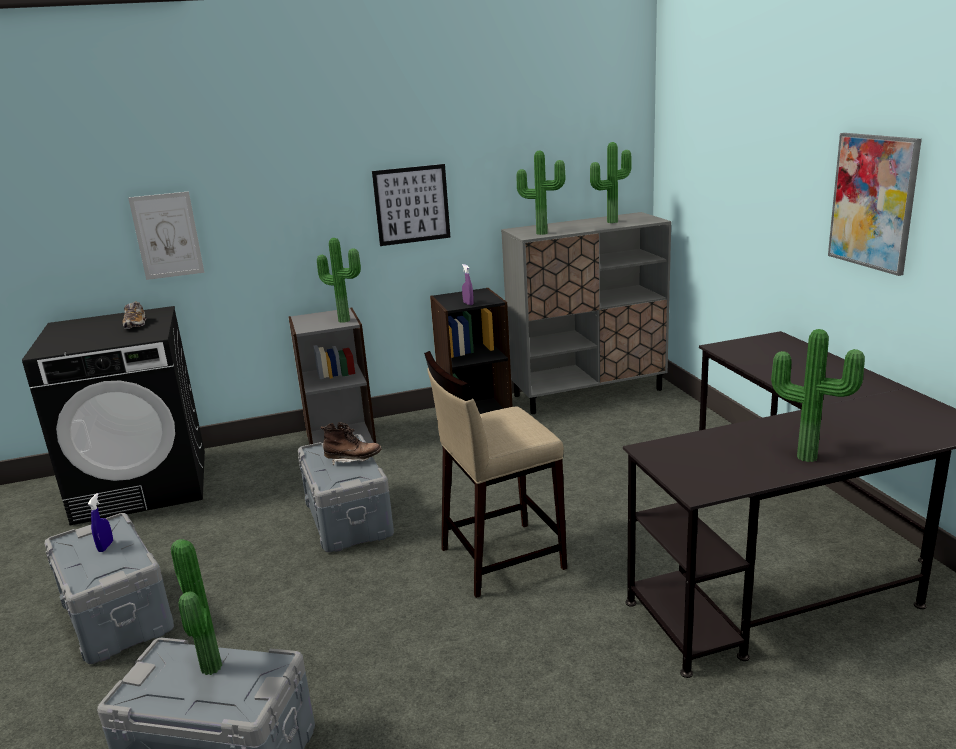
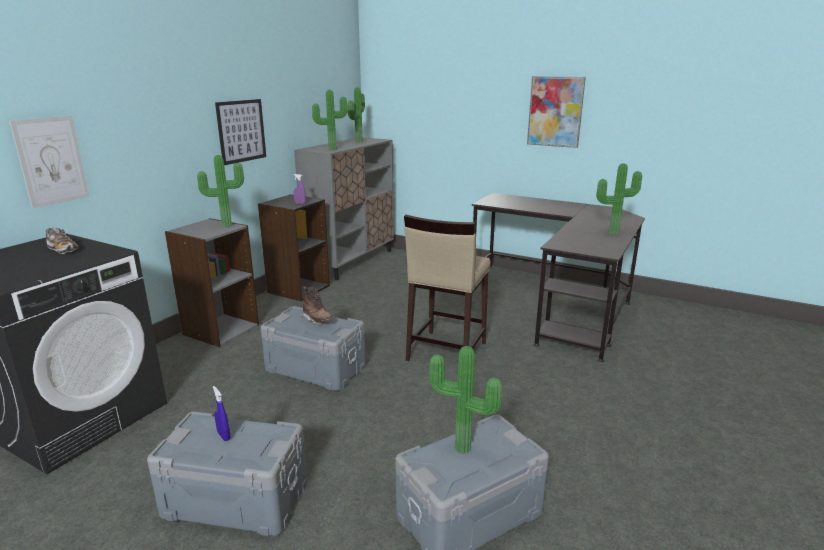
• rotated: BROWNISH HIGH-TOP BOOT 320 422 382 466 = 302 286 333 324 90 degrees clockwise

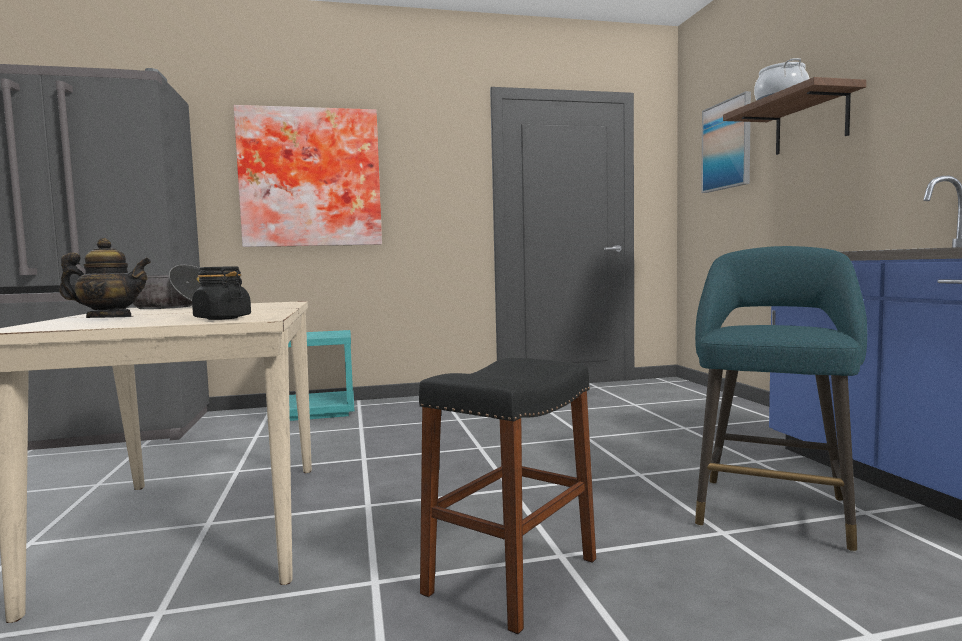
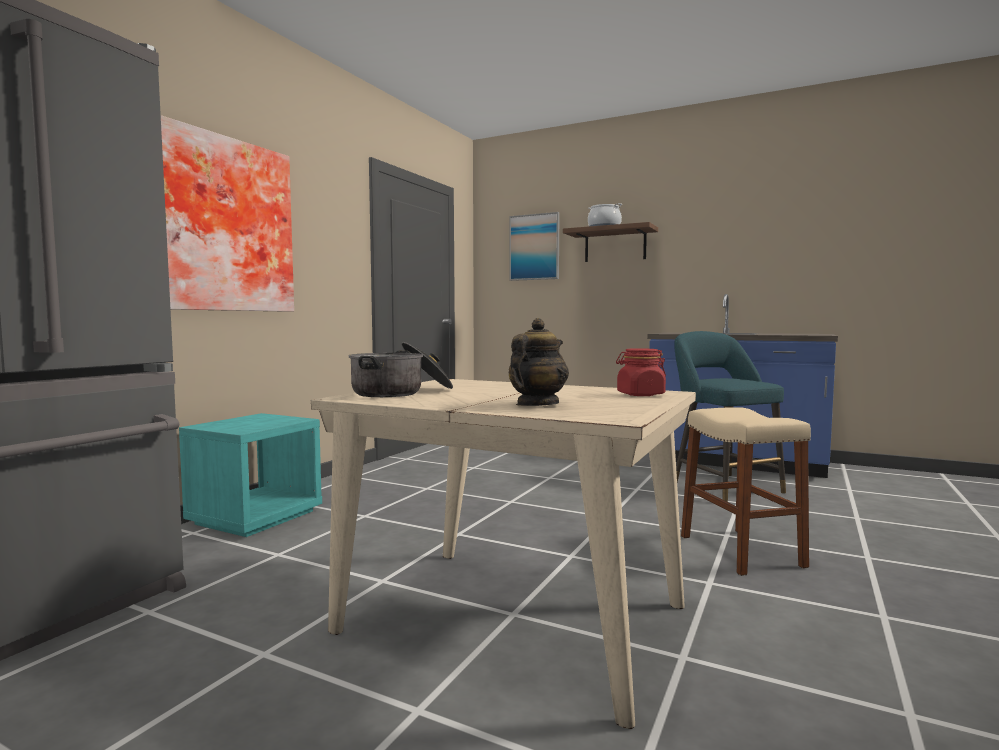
• repainted: BLACK-COLOURED PRESERVE JAR 192 266 251 320 to RED PRESERVE JAR 616 348 666 396
• repainted: BLACK-COLOURED SITTING STOOL 419 357 596 634 to BEIGE-COLOURED SITTING STOOL 681 407 811 576

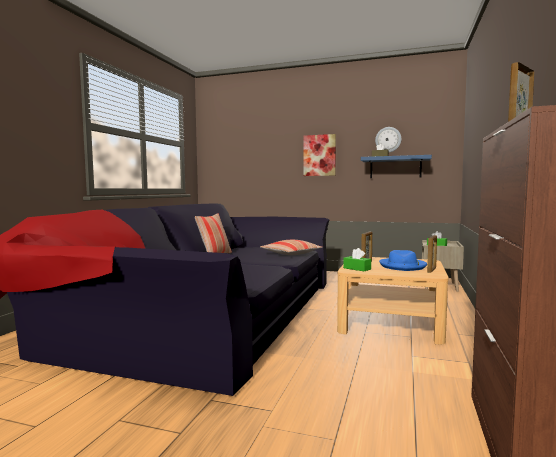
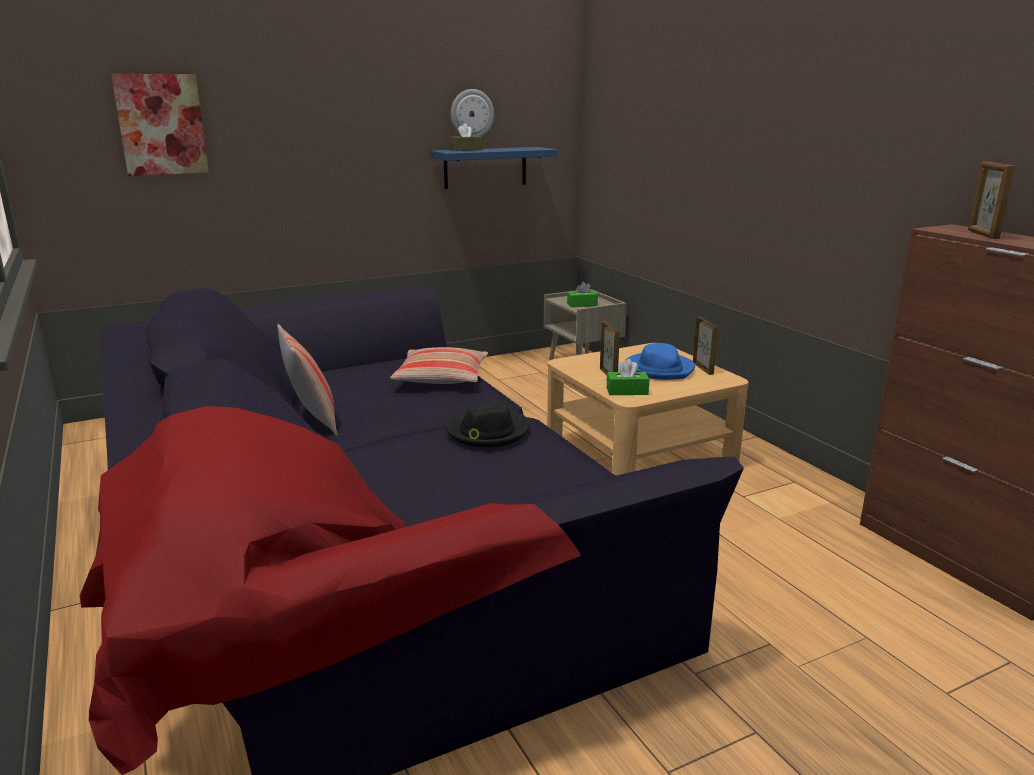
• shifted: WALL ART 303 134 336 176 to 111 74 209 176
• new: BLACK-COLOURED WEARABLE HAT 445 400 529 447

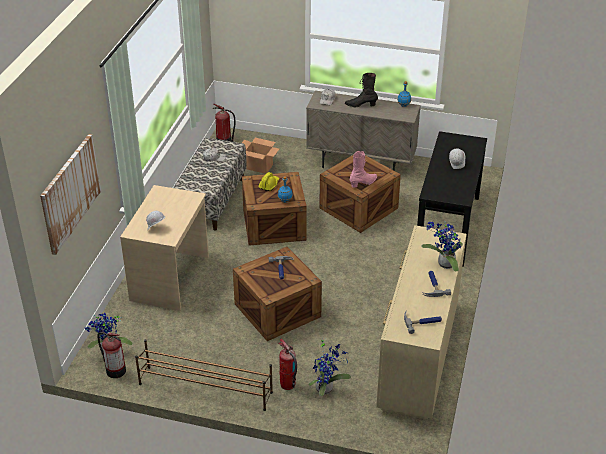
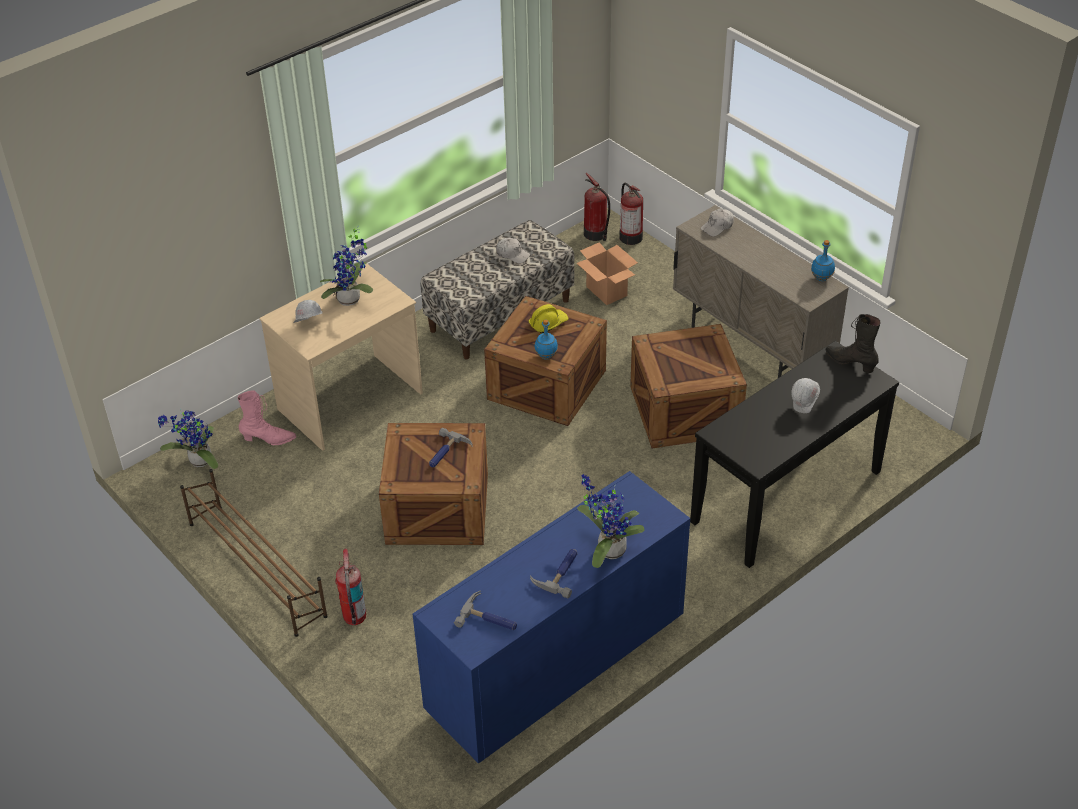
• shifted: PINK-COLOURED HIGH-TOP BOOT 350 151 377 188 to 238 390 296 445
• shifted: POTTED PLANT 309 337 351 396 to 320 226 373 306
• repainted: BEIGE-COLOURED CHEST OF DRAWERS 376 225 467 419 to BLUISH CHEST OF DRAWERS 413 471 690 764
• shifted: FIRE-FIGHTING CYLINDER 98 332 126 378 to 619 182 643 245
• shifted: BLACK-COLOURED HIGH-TOP BOOT 345 73 378 107 to 825 314 881 373
• gone: WALL ART 40 134 101 255

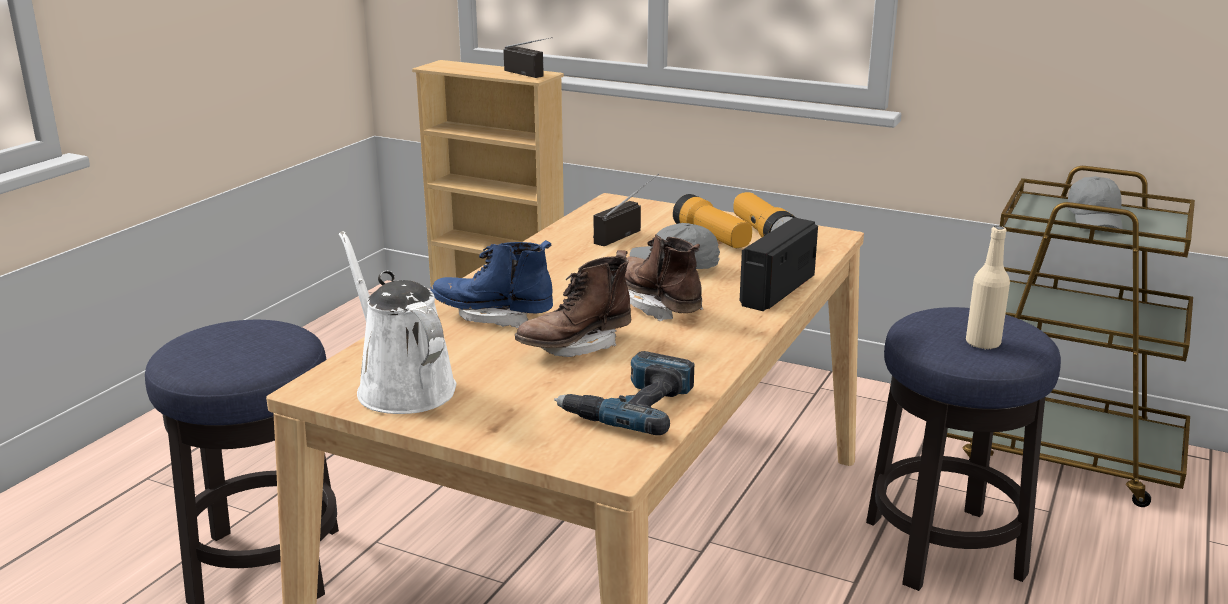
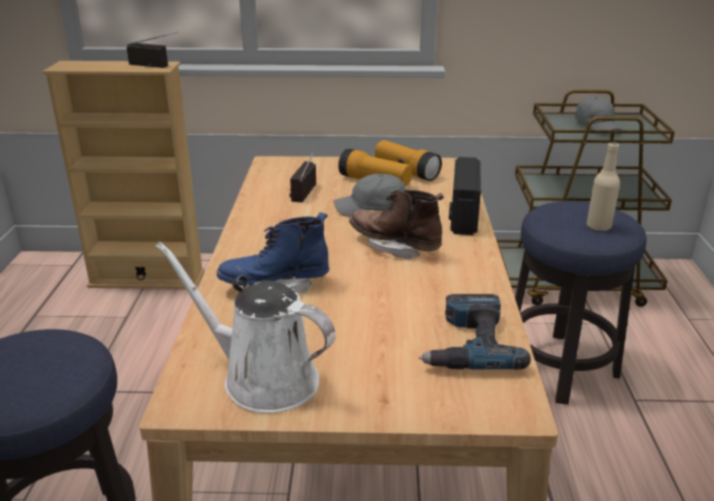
• gone: BROWNISH HIGH-TOP BOOT 515 250 631 357

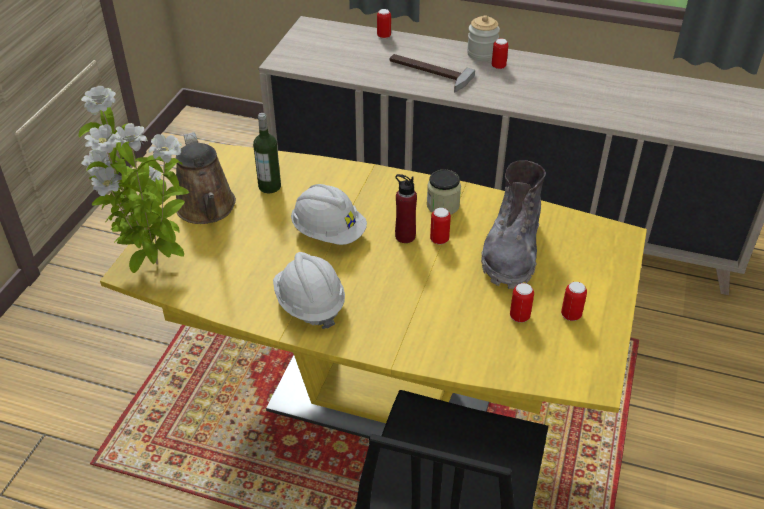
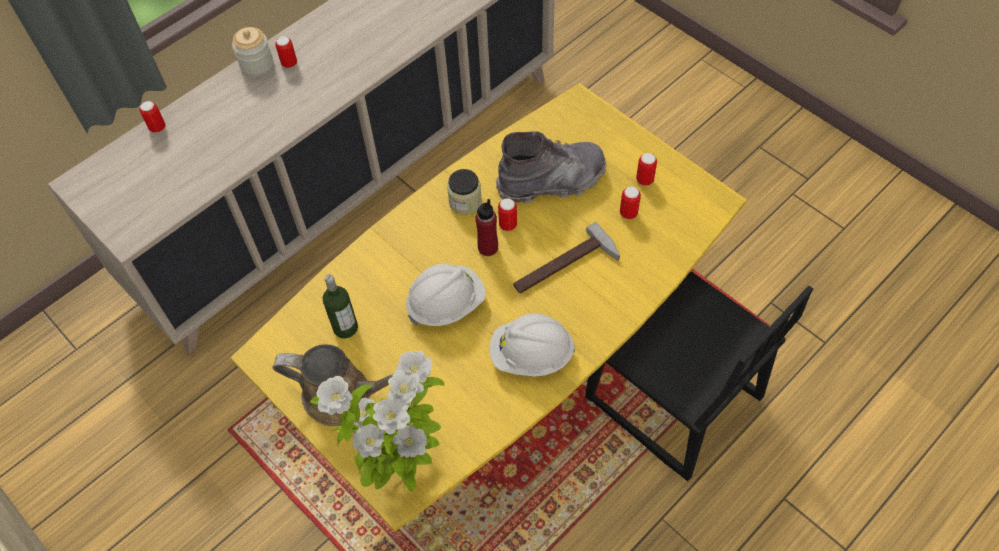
• rotated: GRAY HIGH-TOP BOOT 481 160 546 289 = 496 131 607 204 60 degrees counterclockwise
• shifted: HAND HAMMER 389 54 475 92 to 513 222 620 293

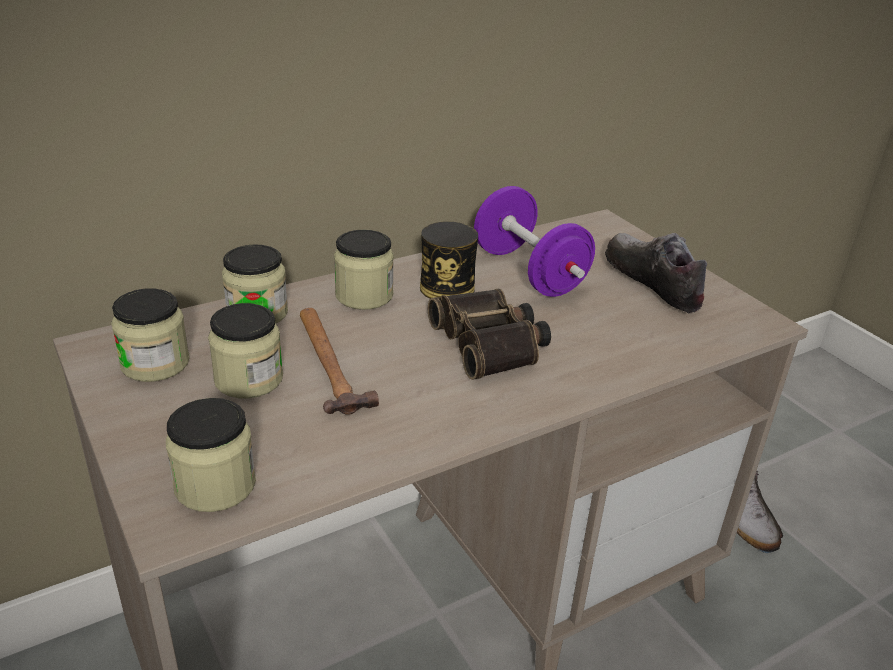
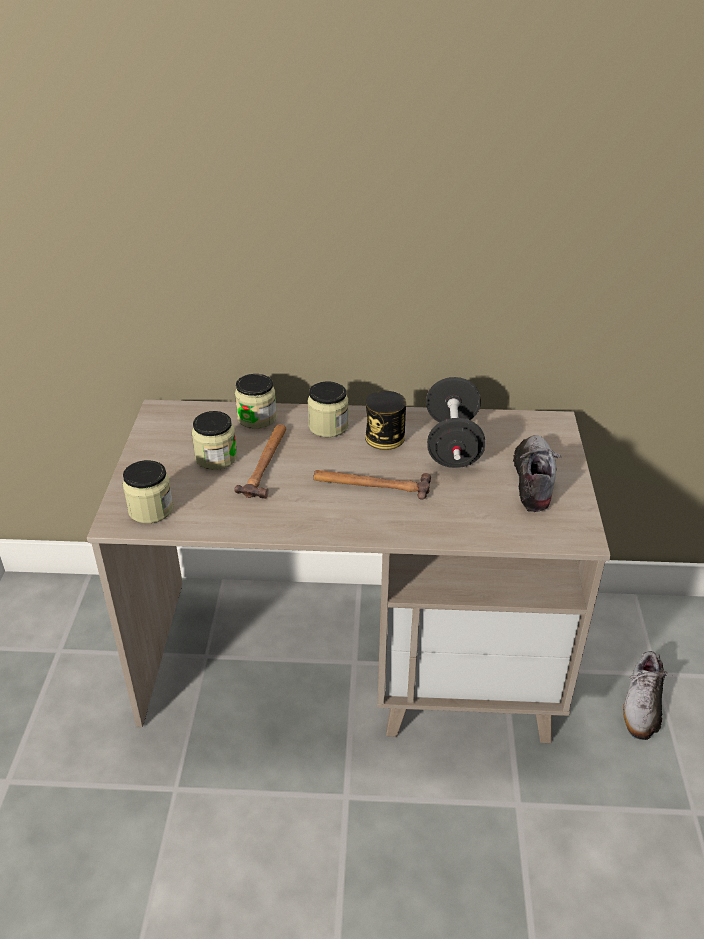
• swapped: FIELD GLASSES 428 289 551 380 to HAND HAMMER 313 470 431 500
• repainted: PURPLE-COLOURED HAND WEIGHT 474 186 595 297 to BLACK-COLOURED HAND WEIGHT 426 377 485 468
• gone: PRESERVE JAR 111 288 190 382

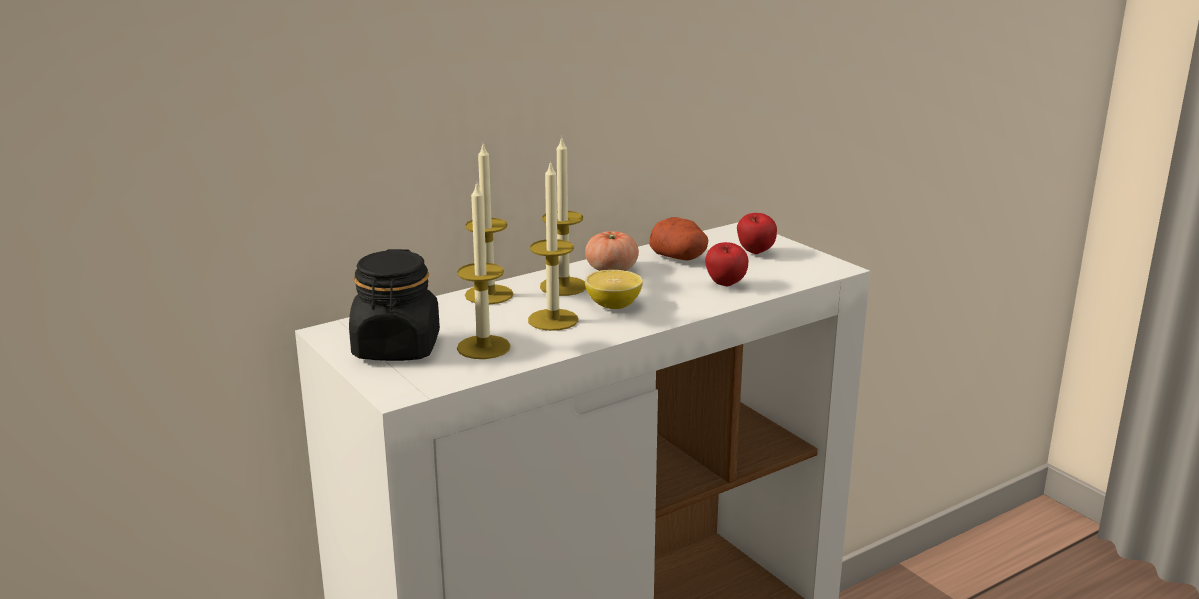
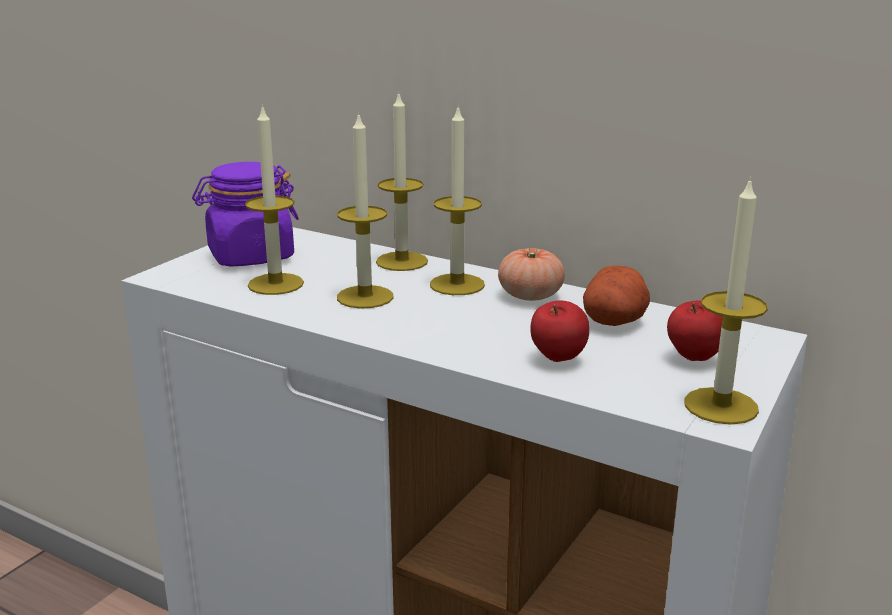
• repainted: BLACK-COLOURED PRESERVE JAR 349 249 440 361 to PURPLE-COLOURED PRESERVE JAR 192 162 299 267
• new: WAX LIGHT 684 177 768 425
• gone: LEMON 585 270 643 309

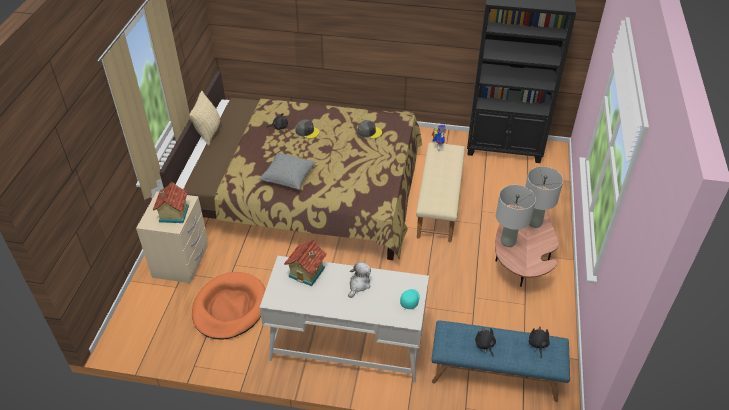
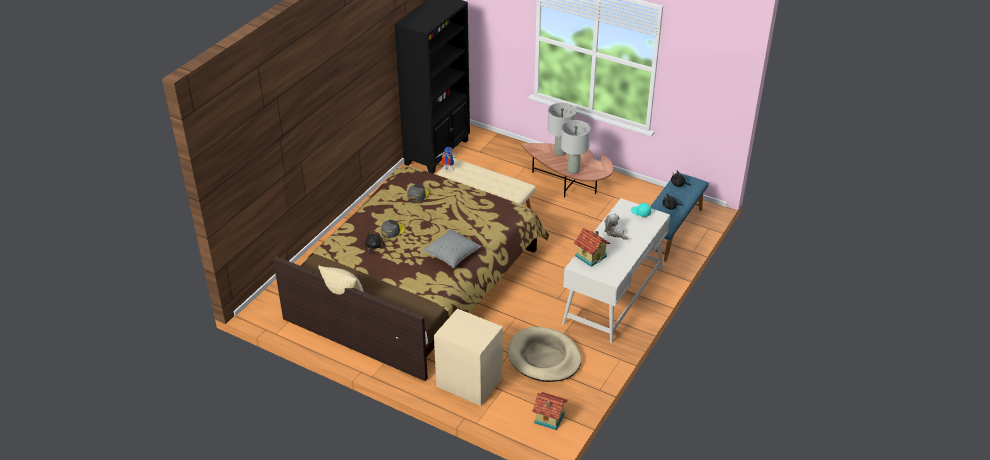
• repainted: ORANGE DOG BED 192 272 266 340 to BEIGE-COLOURED DOG BED 507 327 582 382
• shifted: MODEL HOUSE 153 181 189 223 to 532 392 568 430

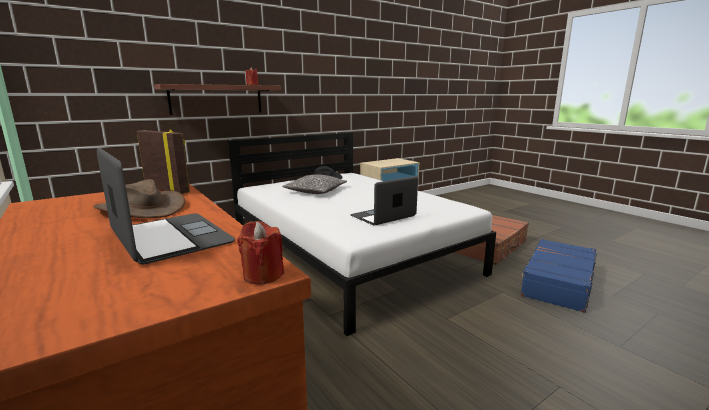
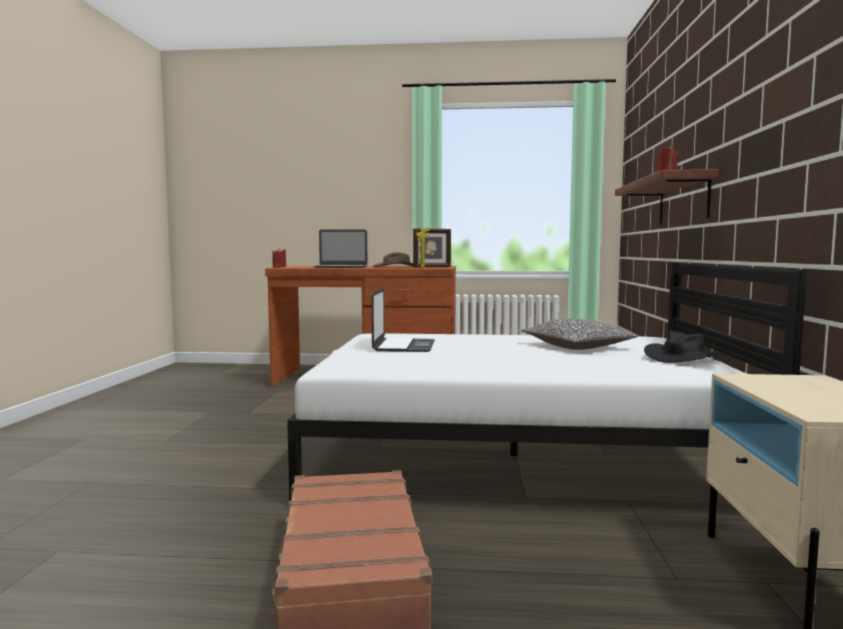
• gone: BLUISH PIECE OF LUGGAGE 518 239 596 313

